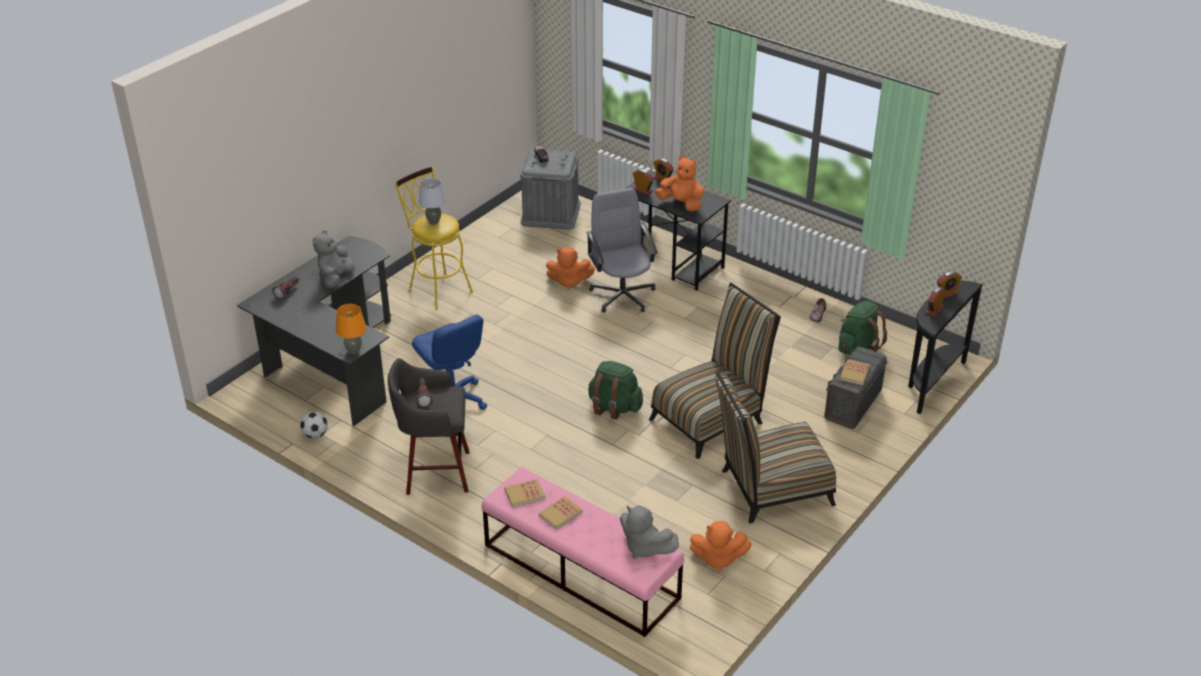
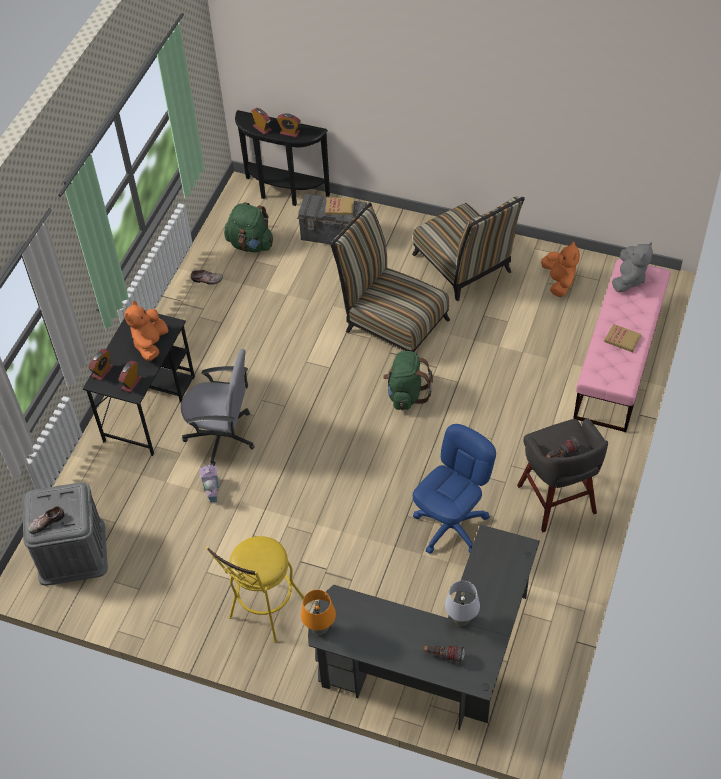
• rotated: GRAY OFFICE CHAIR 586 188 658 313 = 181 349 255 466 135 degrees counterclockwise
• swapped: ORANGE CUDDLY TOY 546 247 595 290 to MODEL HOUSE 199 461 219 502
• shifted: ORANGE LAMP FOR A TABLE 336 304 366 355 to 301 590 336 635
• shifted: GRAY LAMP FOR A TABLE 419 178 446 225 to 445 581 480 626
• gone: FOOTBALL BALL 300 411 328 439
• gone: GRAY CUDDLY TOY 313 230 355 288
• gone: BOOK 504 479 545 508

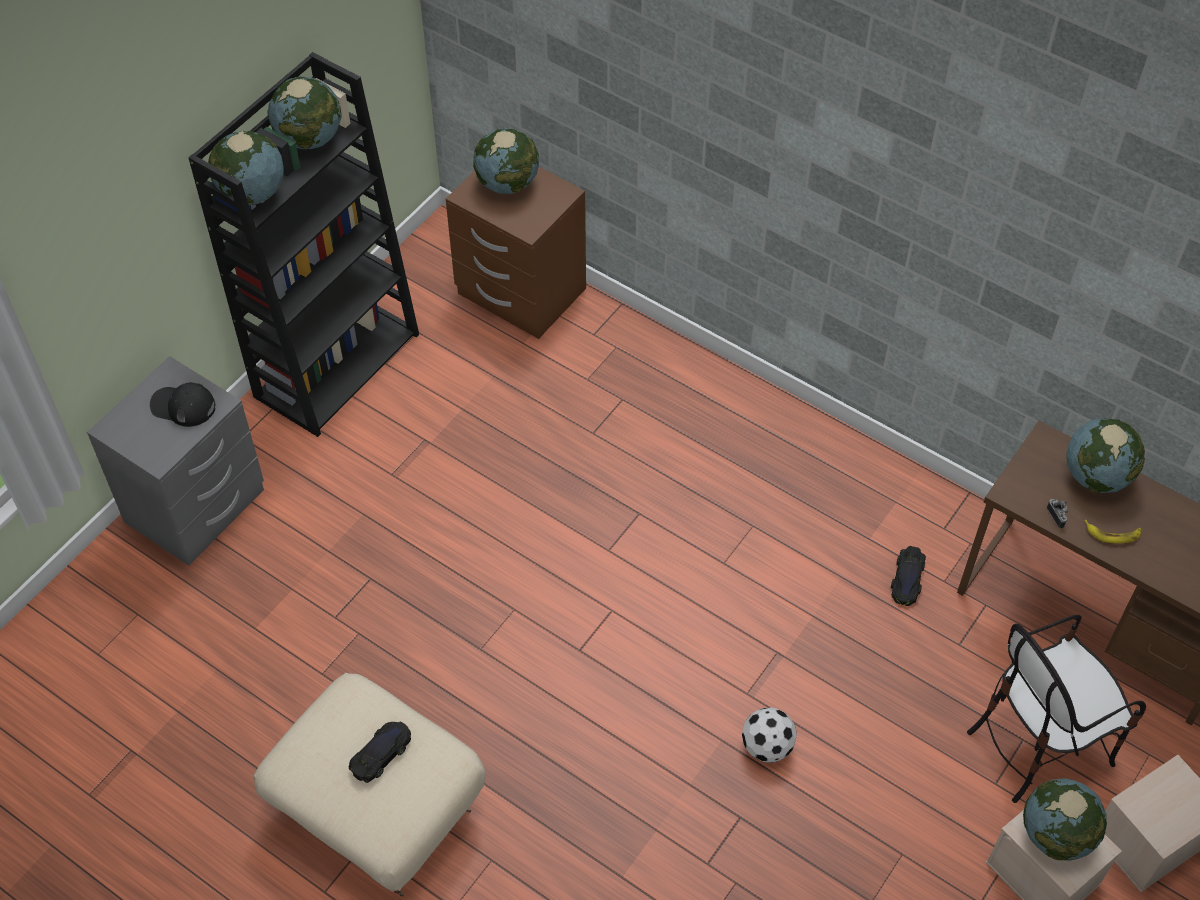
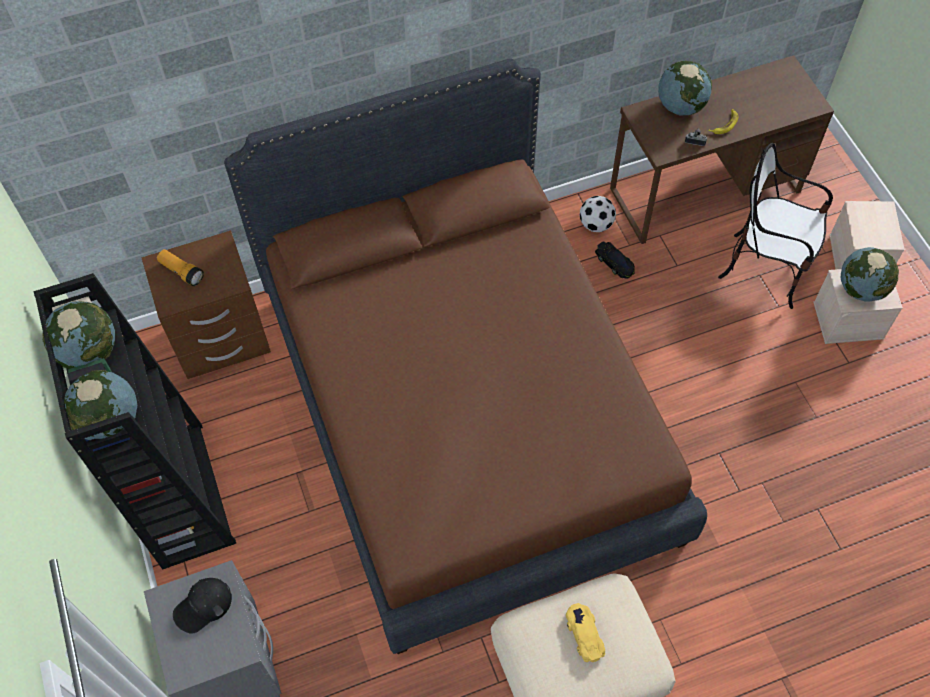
• swapped: WORLD GLOBE 473 128 539 194 to HAND TORCH 157 249 204 286
• new: BROWNISH BED 224 59 707 654
• repainted: BLACK-COLOURED MODEL CAR 349 722 411 783 to YELLOWISH MODEL CAR 566 603 605 662
• shifted: FOOTBALL BALL 742 707 797 763 to 580 196 616 232
• rotated: CHAIR 967 615 1146 803 = 718 143 833 309 105 degrees clockwise

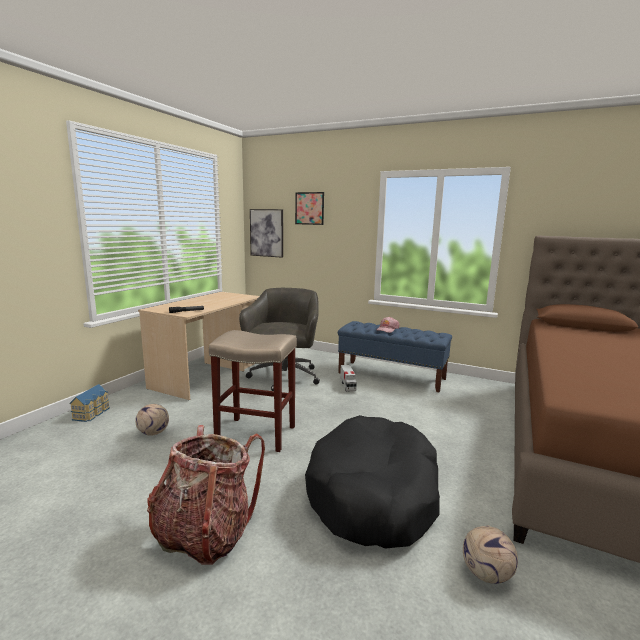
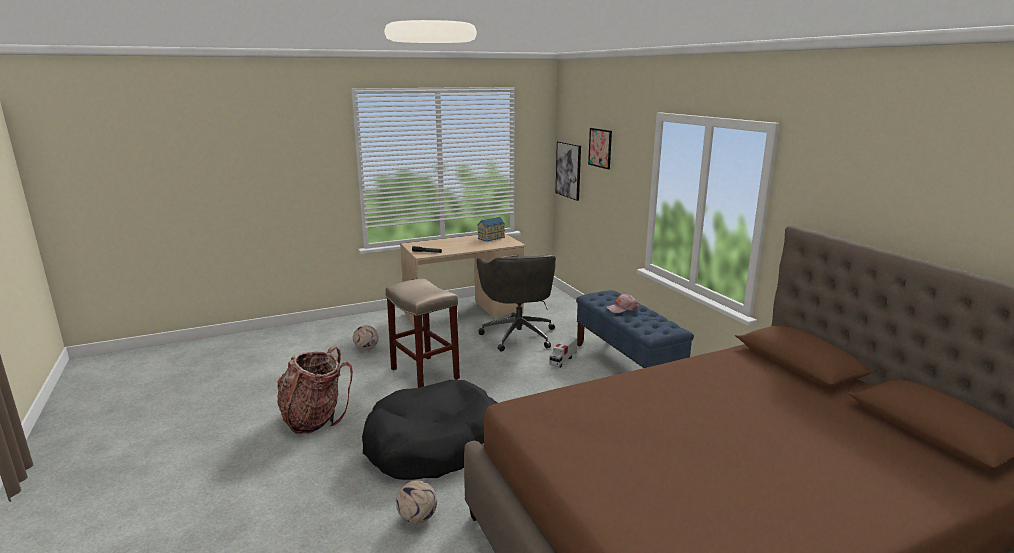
• shifted: MODEL HOUSE 69 384 110 422 to 477 217 505 241
• rotated: GRAY OFFICE CHAIR 239 288 320 391 = 477 254 556 352 120 degrees clockwise

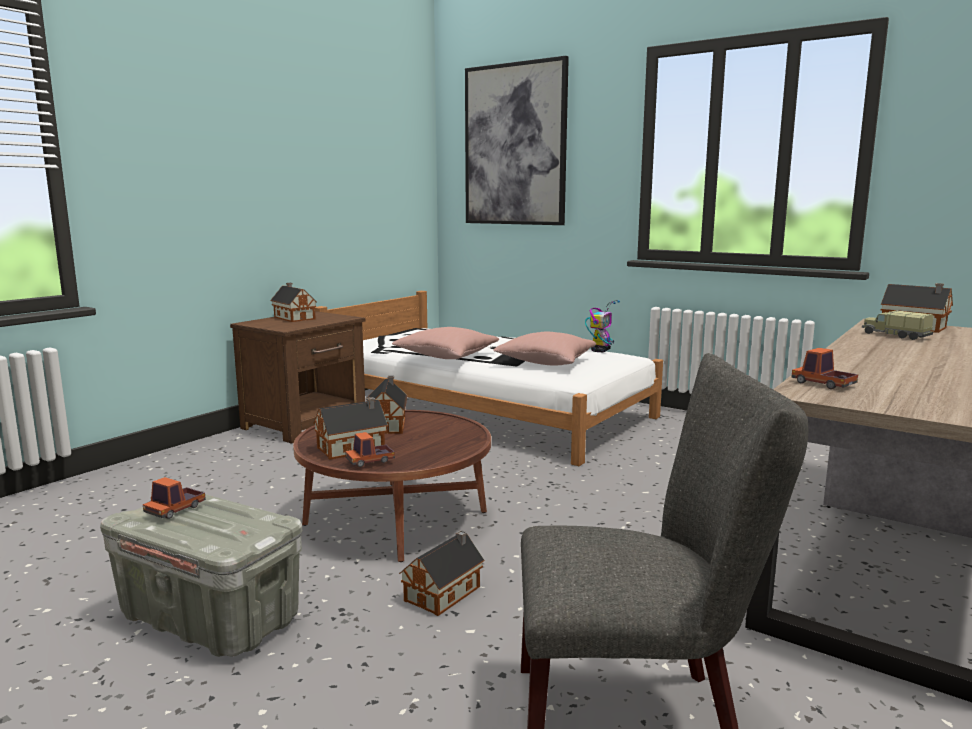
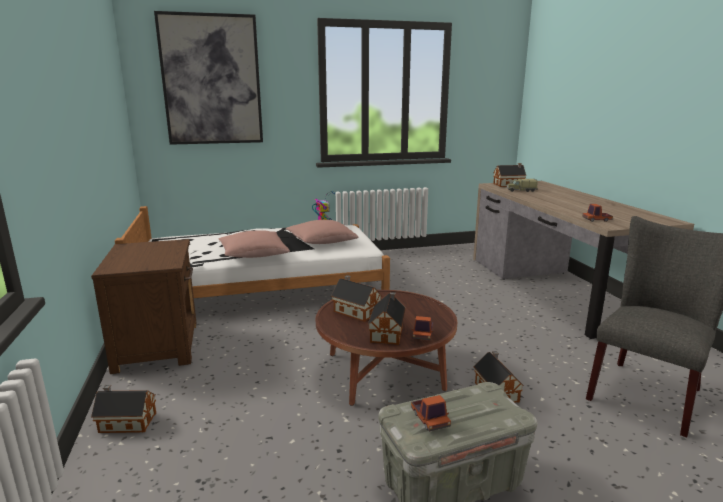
• shifted: MODEL HOUSE 270 283 317 322 to 91 385 156 433

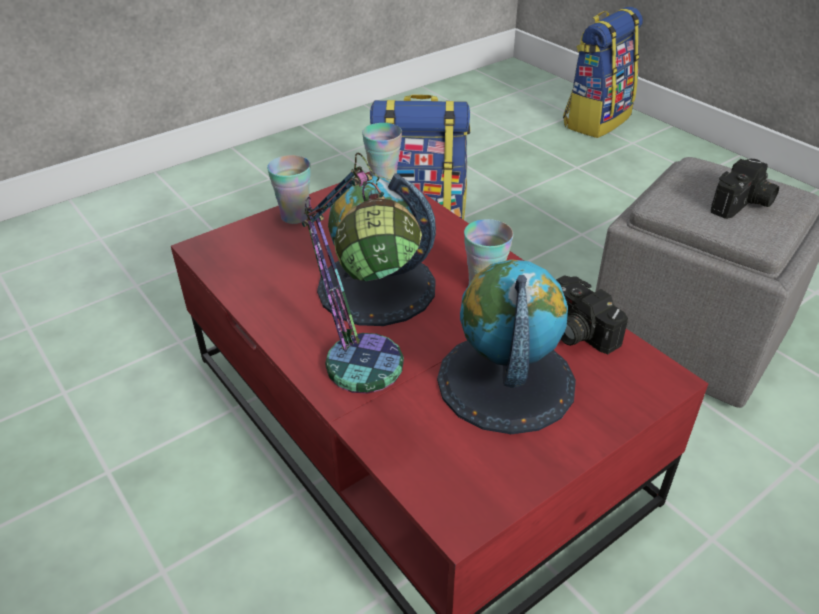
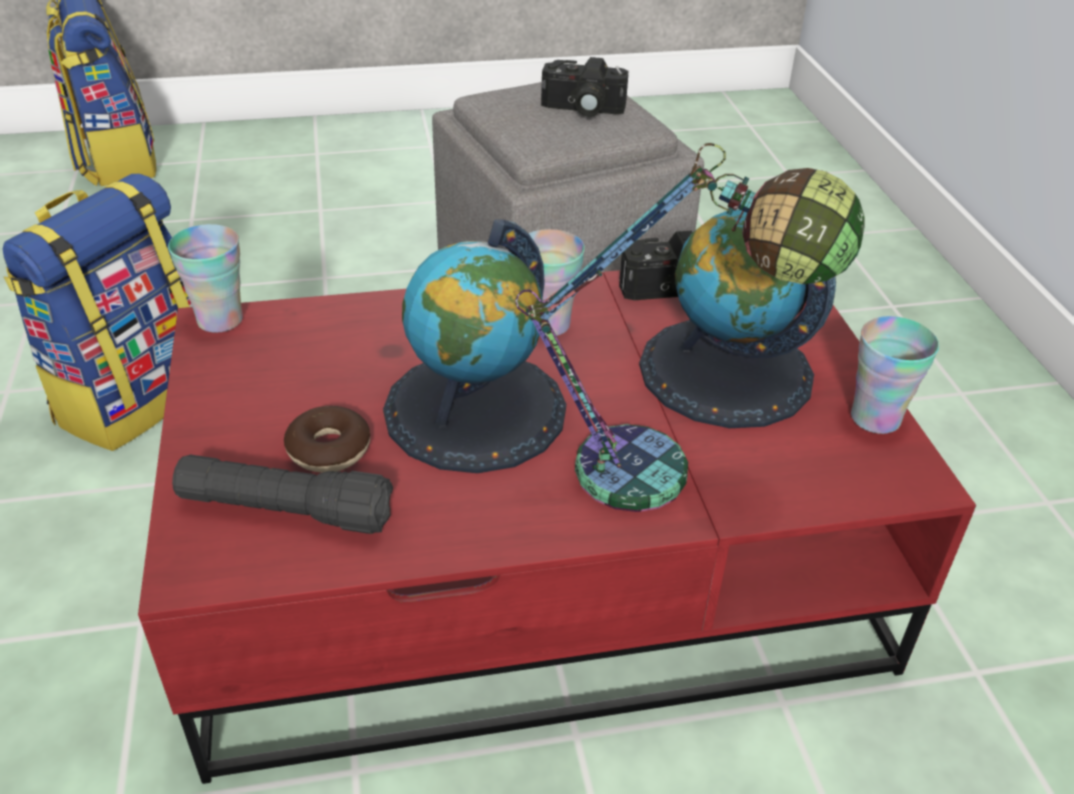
• new: BLACK-COLOURED HAND TORCH 172 455 393 534
• new: DONUT 284 406 370 473
• rotated: PHOTO CAMERA 711 158 779 219 = 541 57 628 117 120 degrees clockwise
• shifted: SMALL CUP 267 155 311 224 to 851 316 939 434

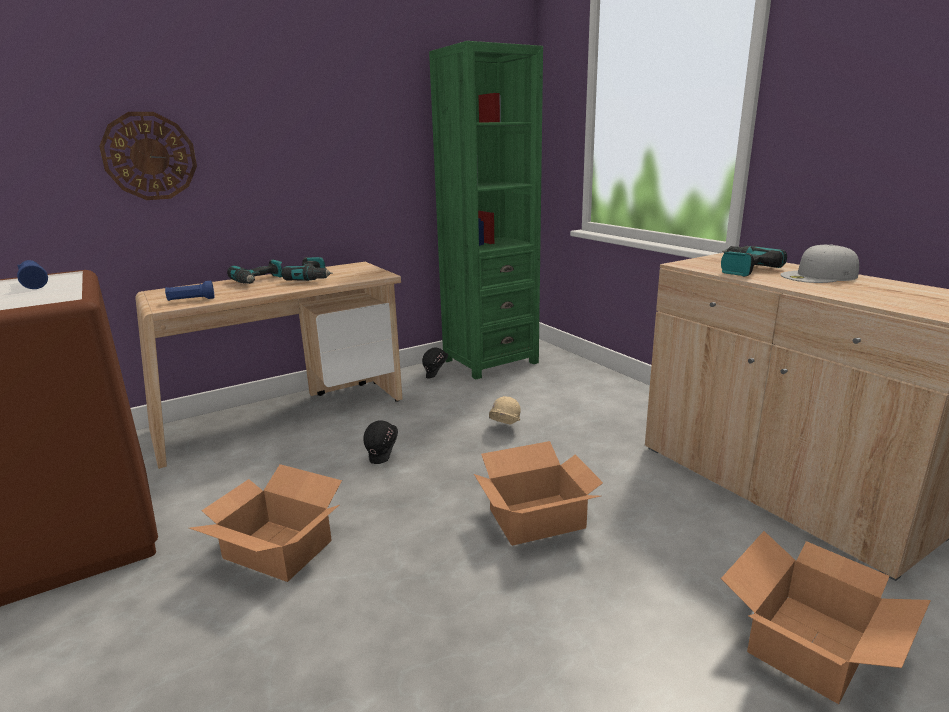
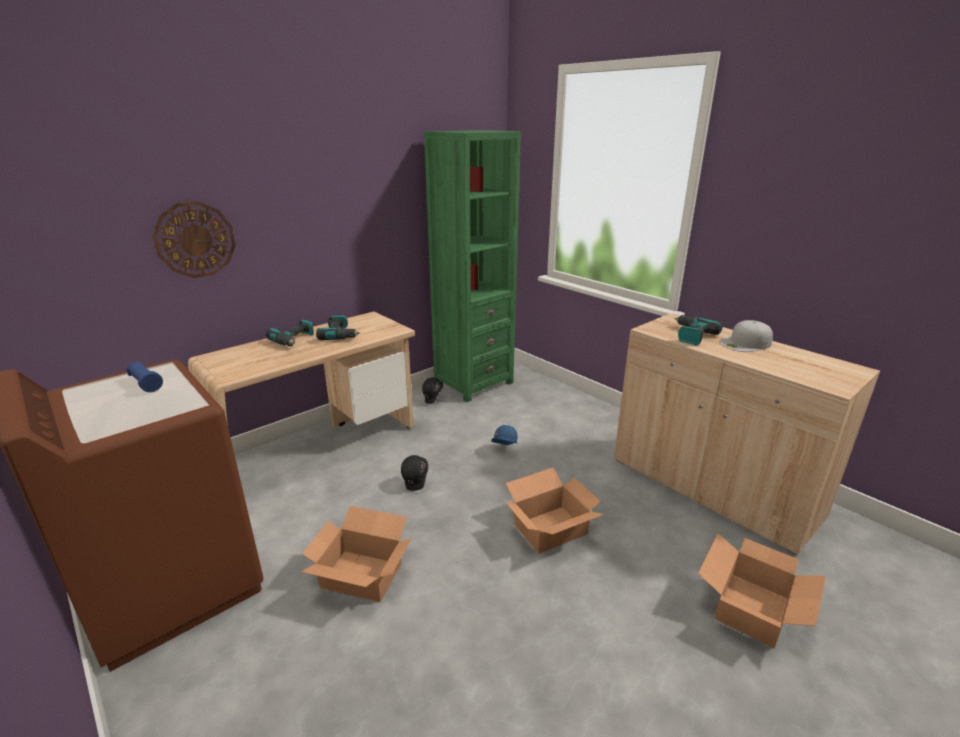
• repainted: BEIGE-COLOURED WORK HELMET 489 396 521 425 to BLUISH WORK HELMET 491 425 518 445
• gone: BLUISH HAND TORCH 165 281 215 301

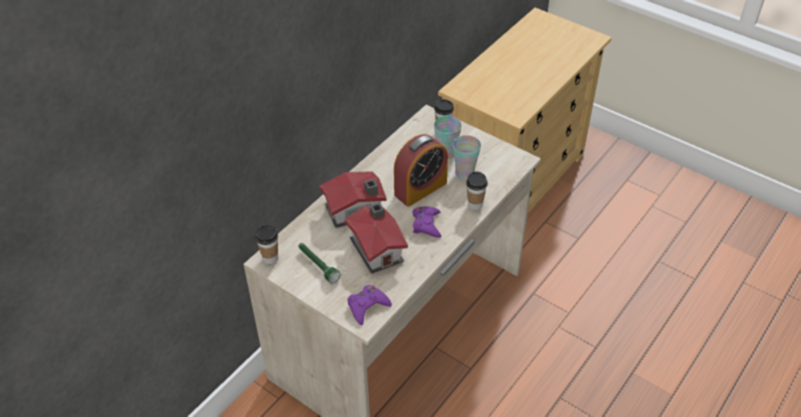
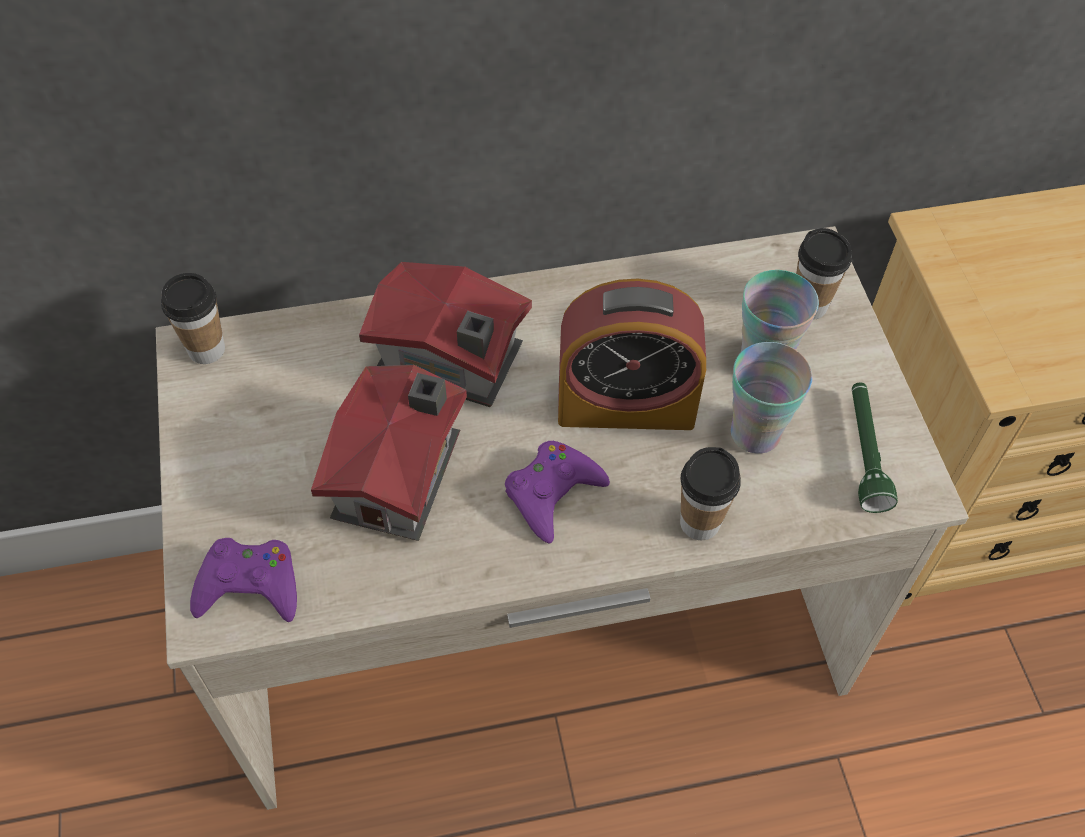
• shifted: GREEN-COLOURED HAND TORCH 298 243 341 284 to 852 382 898 513

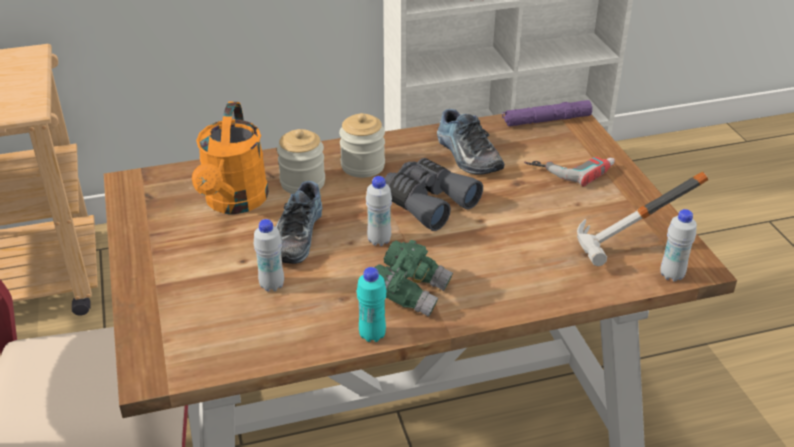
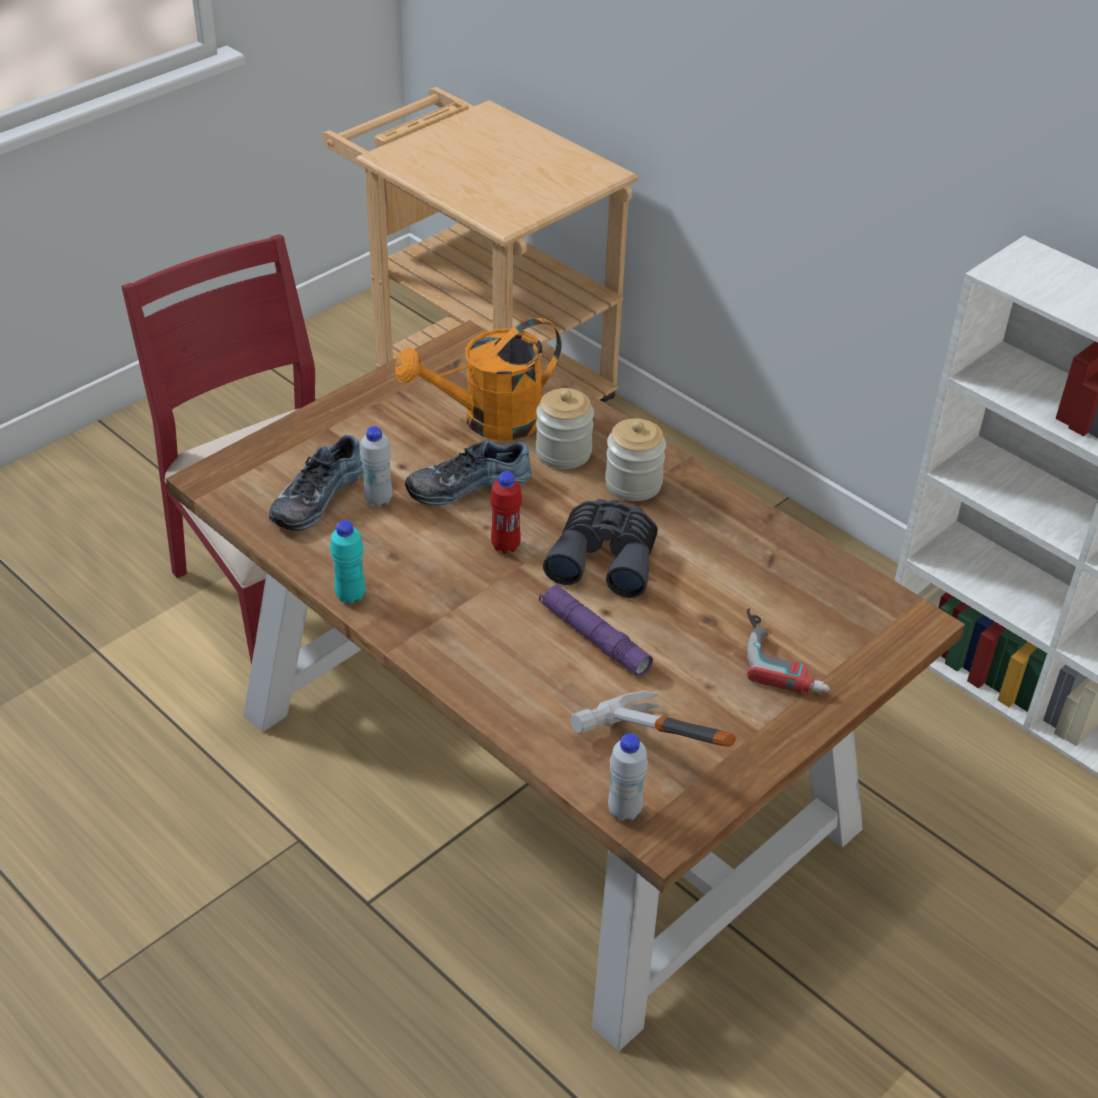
• shifted: LOW SHOE 437 109 504 174 to 269 435 363 531
• repainted: WHITE BOTTLE 366 176 392 246 to RED BOTTLE 490 472 522 554
• shifted: PURPLE-COLOURED HAND TORCH 502 100 592 126 to 539 584 653 677
• gone: GREEN-COLOURED FIELD GLASSES 375 240 453 317

